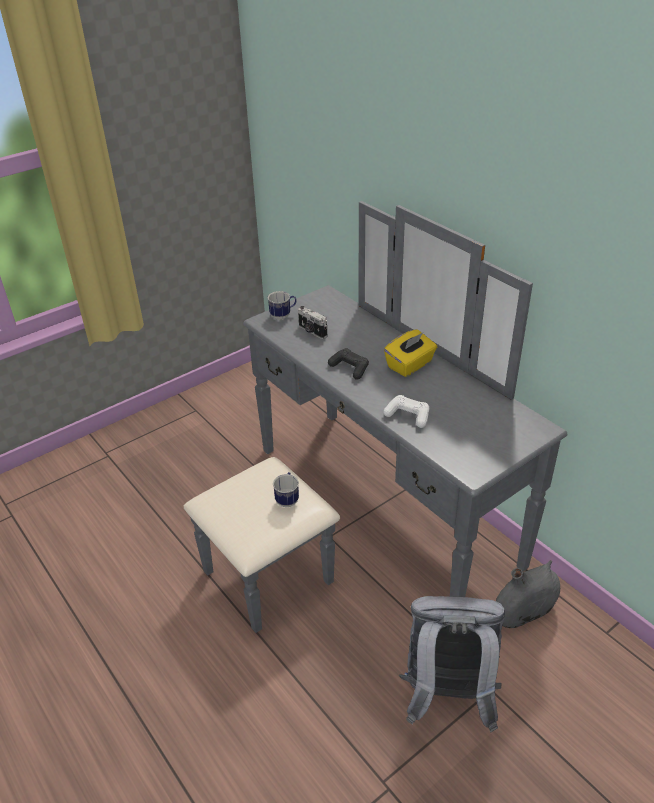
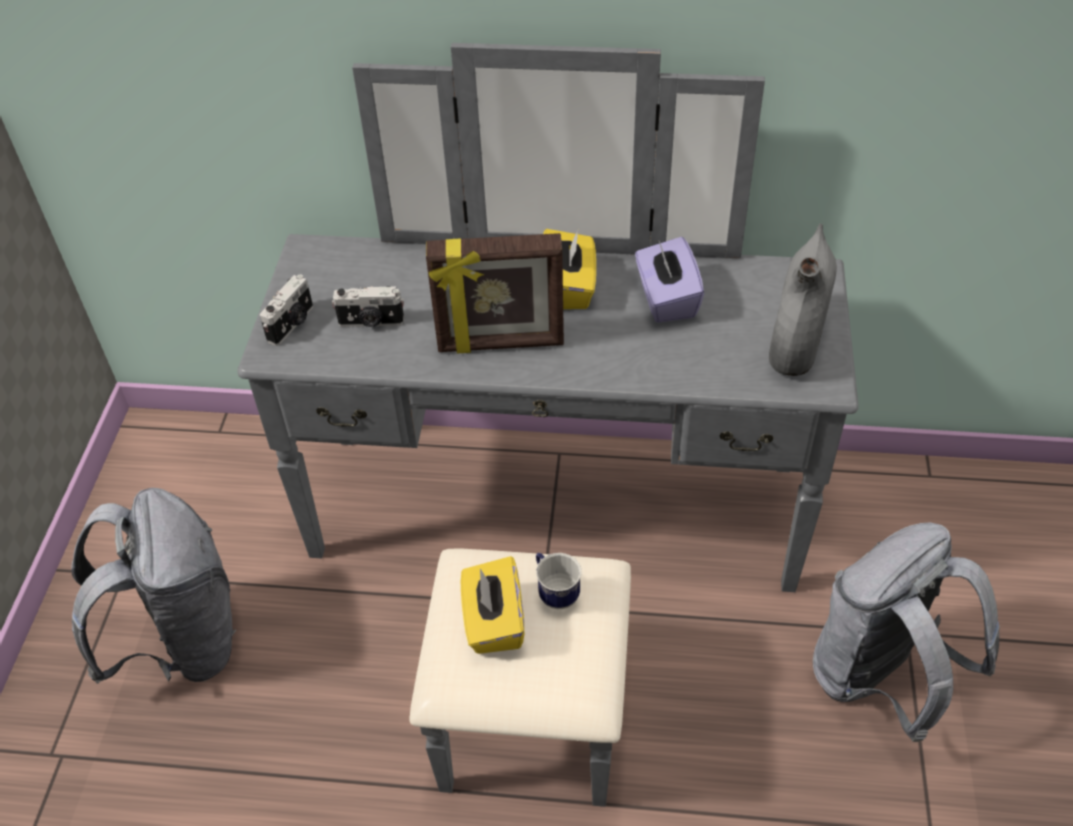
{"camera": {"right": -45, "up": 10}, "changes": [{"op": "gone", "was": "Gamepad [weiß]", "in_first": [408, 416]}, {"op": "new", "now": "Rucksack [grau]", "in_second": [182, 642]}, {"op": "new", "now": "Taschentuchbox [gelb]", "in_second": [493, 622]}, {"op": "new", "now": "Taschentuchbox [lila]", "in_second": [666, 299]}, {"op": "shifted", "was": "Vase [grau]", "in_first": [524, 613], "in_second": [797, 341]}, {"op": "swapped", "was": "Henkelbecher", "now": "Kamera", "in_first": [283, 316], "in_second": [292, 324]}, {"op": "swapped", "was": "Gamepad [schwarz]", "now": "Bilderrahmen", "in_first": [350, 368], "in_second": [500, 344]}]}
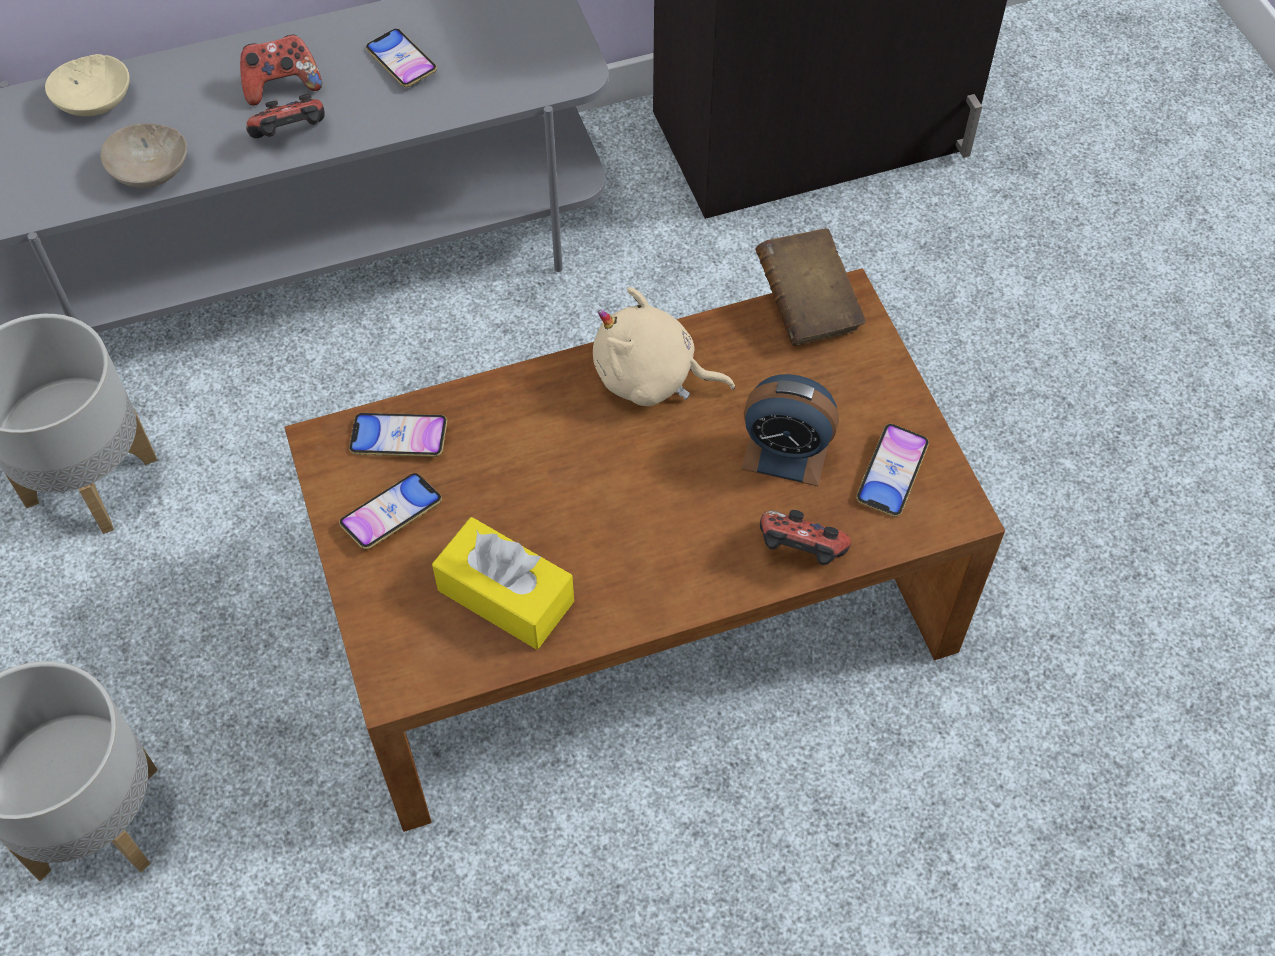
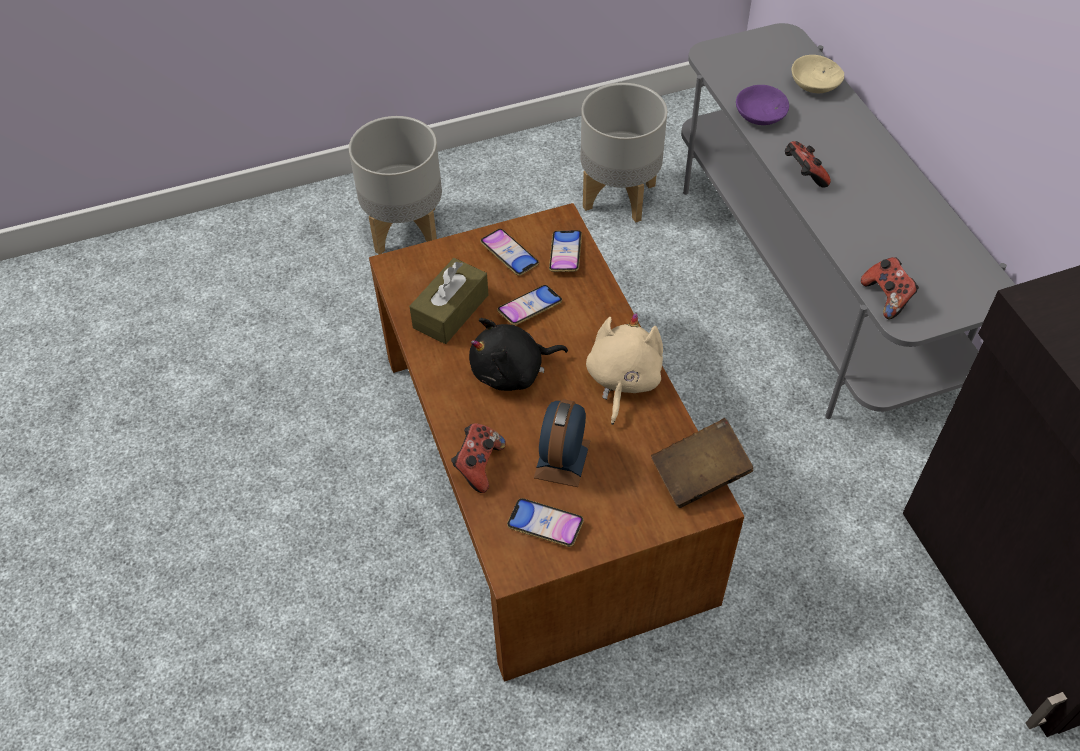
{"camera": {"right": 90, "up": -5}, "changes": [{"op": "new", "now": "Plüschtier [schwarz]", "in_second": [512, 372]}, {"op": "shifted", "was": "Gamepad", "in_first": [282, 86], "in_second": [887, 297]}, {"op": "shifted", "was": "Handy", "in_first": [402, 62], "in_second": [530, 308]}, {"op": "repainted", "was": "Schüssel [beige]", "now": "Schüssel [lila]", "in_first": [148, 172], "in_second": [758, 115]}, {"op": "repainted", "was": "Taschentuchbox [gelb]", "now": "Taschentuchbox [braun]", "in_first": [505, 595], "in_second": [451, 311]}]}
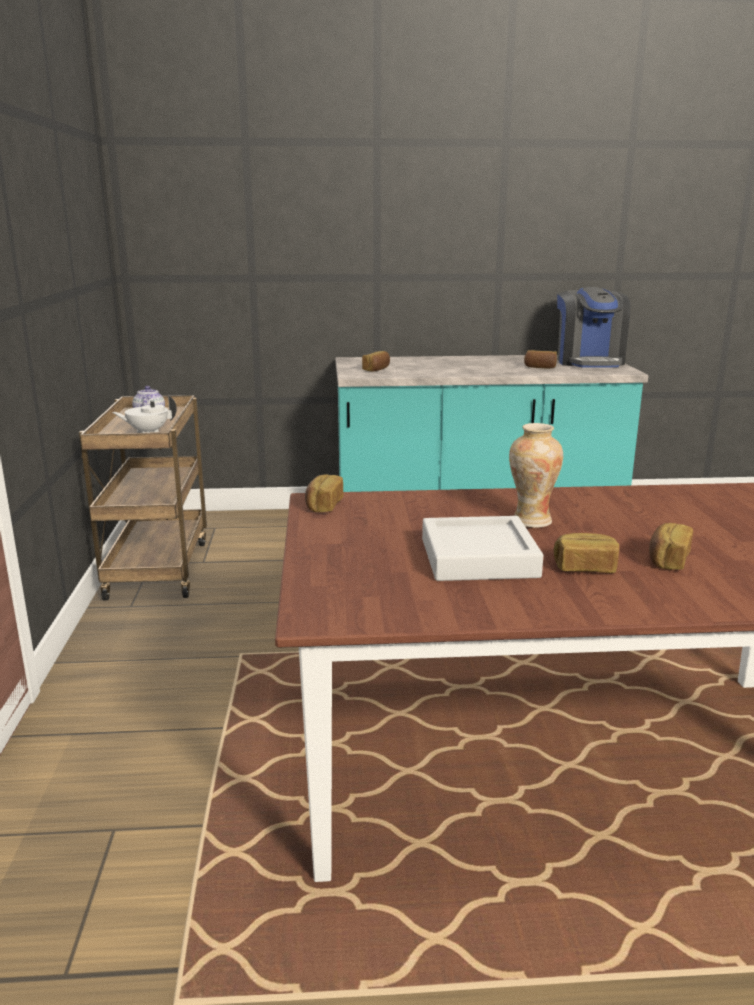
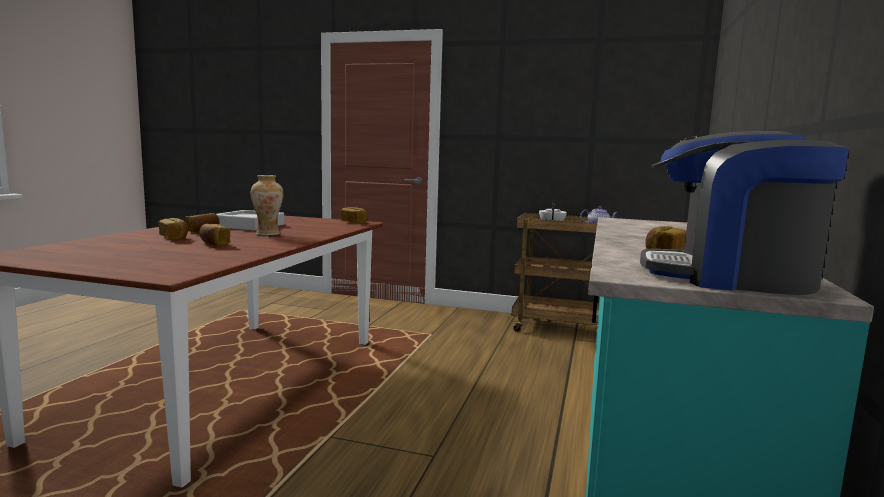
{"camera": {"right": 110, "up": -10}, "changes": [{"op": "shifted", "was": "Brot", "in_first": [377, 369], "in_second": [214, 244]}]}
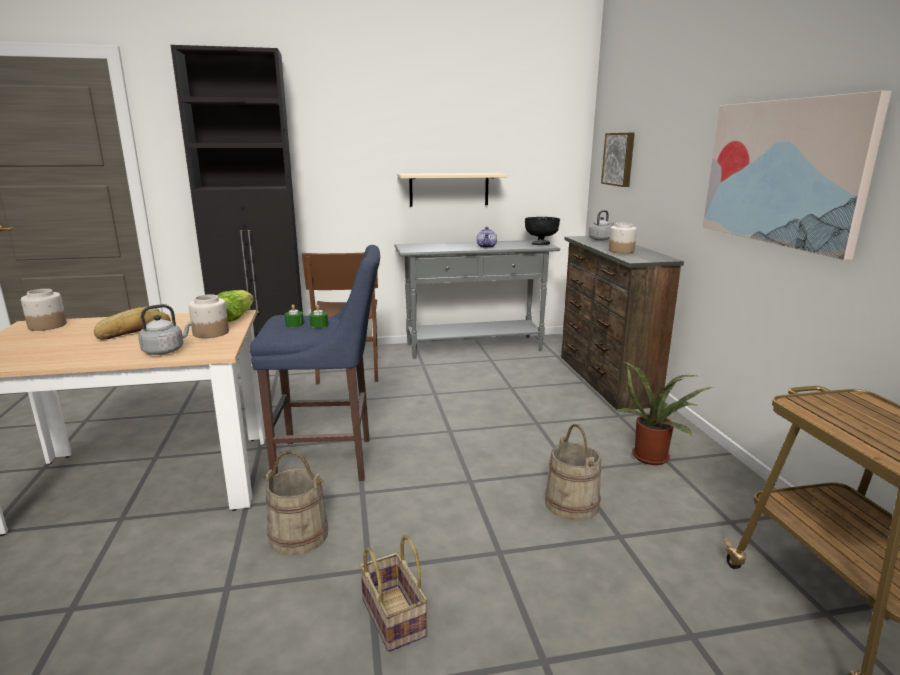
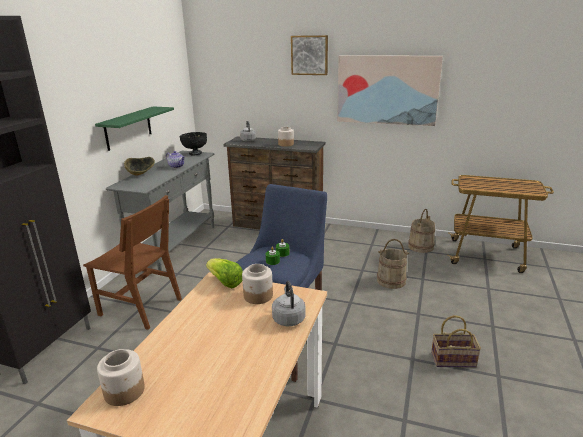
{"camera": {"right": -60, "up": 5}, "changes": [{"op": "gone", "was": "Brot", "in_first": [133, 331]}, {"op": "gone", "was": "Topfpflanze", "in_first": [653, 456]}, {"op": "new", "now": "Schüssel", "in_second": [140, 174]}, {"op": "shifted", "was": "Eimer [beige]", "in_first": [299, 535], "in_second": [420, 246]}, {"op": "shifted", "was": "Bild", "in_first": [619, 159], "in_second": [309, 55]}, {"op": "repainted", "was": "Wandregal [beige]", "now": "Wandregal [grün]", "in_first": [449, 189], "in_second": [128, 128]}]}
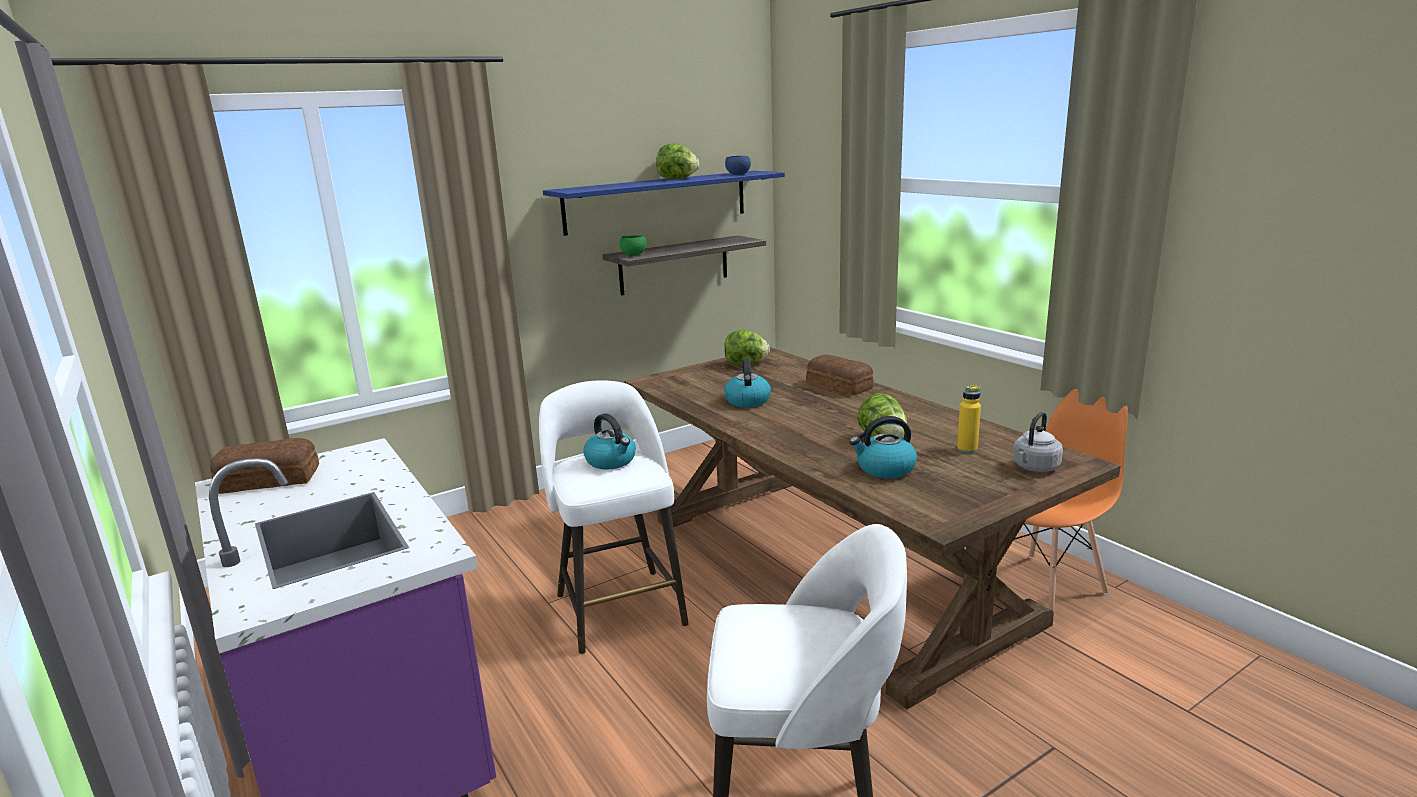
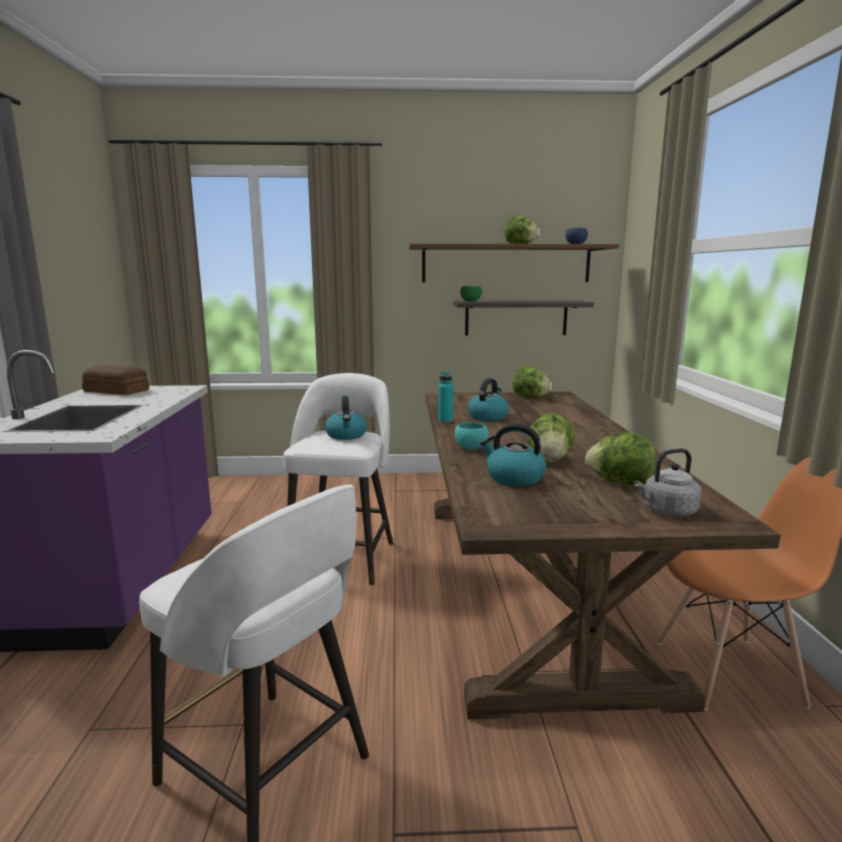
{"camera": {"right": 30, "up": -5}, "changes": [{"op": "gone", "was": "Brot", "in_first": [839, 385]}, {"op": "new", "now": "Flasche [türkis]", "in_second": [445, 420]}, {"op": "new", "now": "Schüssel [türkis]", "in_second": [471, 448]}, {"op": "swapped", "was": "Flasche [gelb]", "now": "Salatkopf", "in_first": [967, 449], "in_second": [619, 482]}, {"op": "repainted", "was": "Wandregal [blau]", "now": "Wandregal [braun]", "in_first": [657, 201], "in_second": [506, 264]}]}
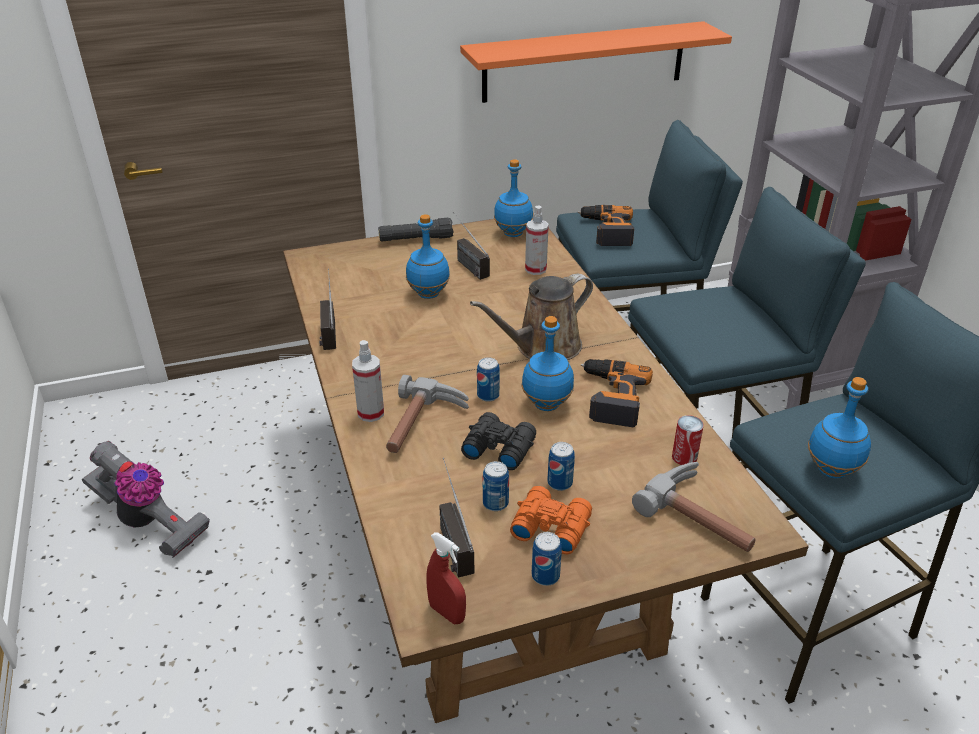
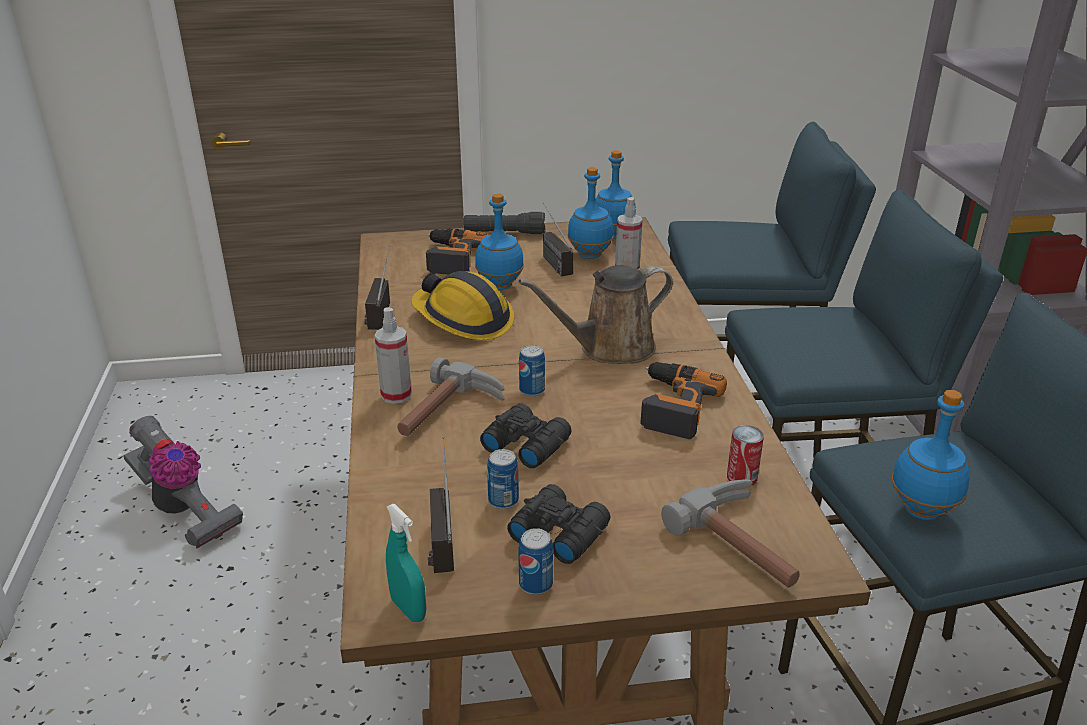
{"camera": {"right": 10, "up": -5}, "changes": [{"op": "gone", "was": "Wandregal [orange]", "in_first": [584, 62]}, {"op": "gone", "was": "Dose", "in_first": [560, 483]}, {"op": "new", "now": "Schutzhelm", "in_second": [463, 320]}, {"op": "shifted", "was": "Flasche [blau]", "in_first": [546, 405], "in_second": [589, 255]}, {"op": "shifted", "was": "Bohrmaschine", "in_first": [606, 230], "in_second": [450, 258]}, {"op": "repainted", "was": "Sprühflasche [rot]", "now": "Sprühflasche [türkis]", "in_first": [447, 613], "in_second": [408, 609]}, {"op": "repainted", "was": "Fernglas [orange]", "now": "Fernglas [schwarz]", "in_first": [550, 526], "in_second": [558, 532]}]}
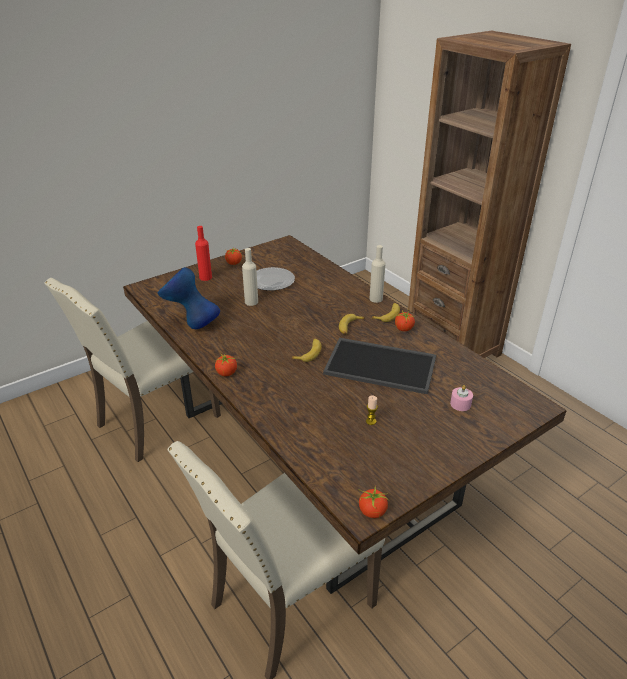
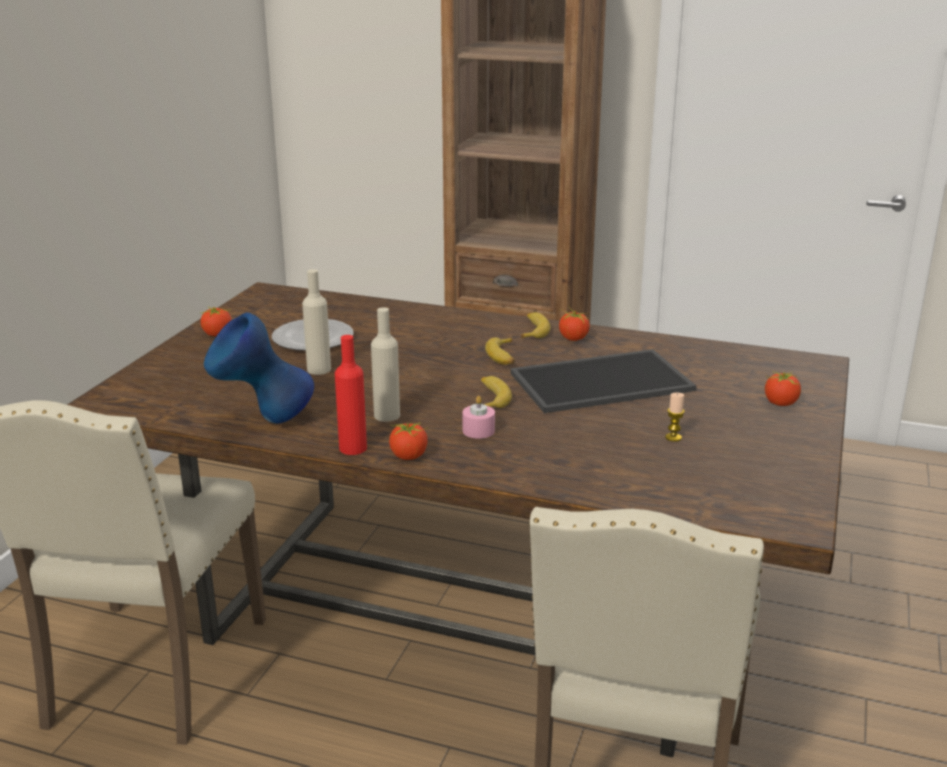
{"camera": {"right": -35, "up": -10}, "changes": [{"op": "shifted", "was": "Flasche [rot]", "in_first": [205, 277], "in_second": [353, 448]}, {"op": "shifted", "was": "Tomate", "in_first": [372, 512], "in_second": [780, 403]}, {"op": "shifted", "was": "Flasche [beige]", "in_first": [376, 299], "in_second": [387, 415]}, {"op": "shifted", "was": "Kerze [rosa]", "in_first": [460, 404], "in_second": [478, 430]}]}
